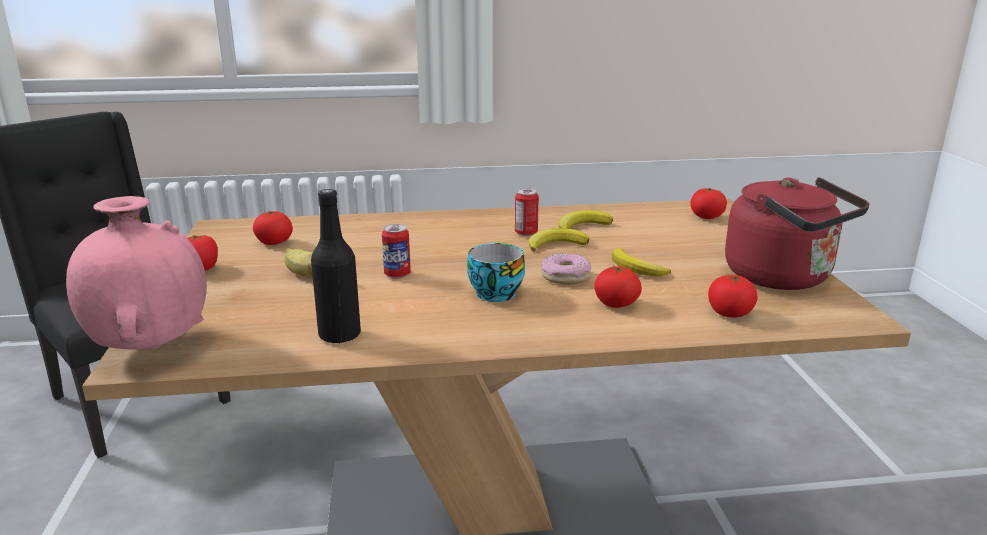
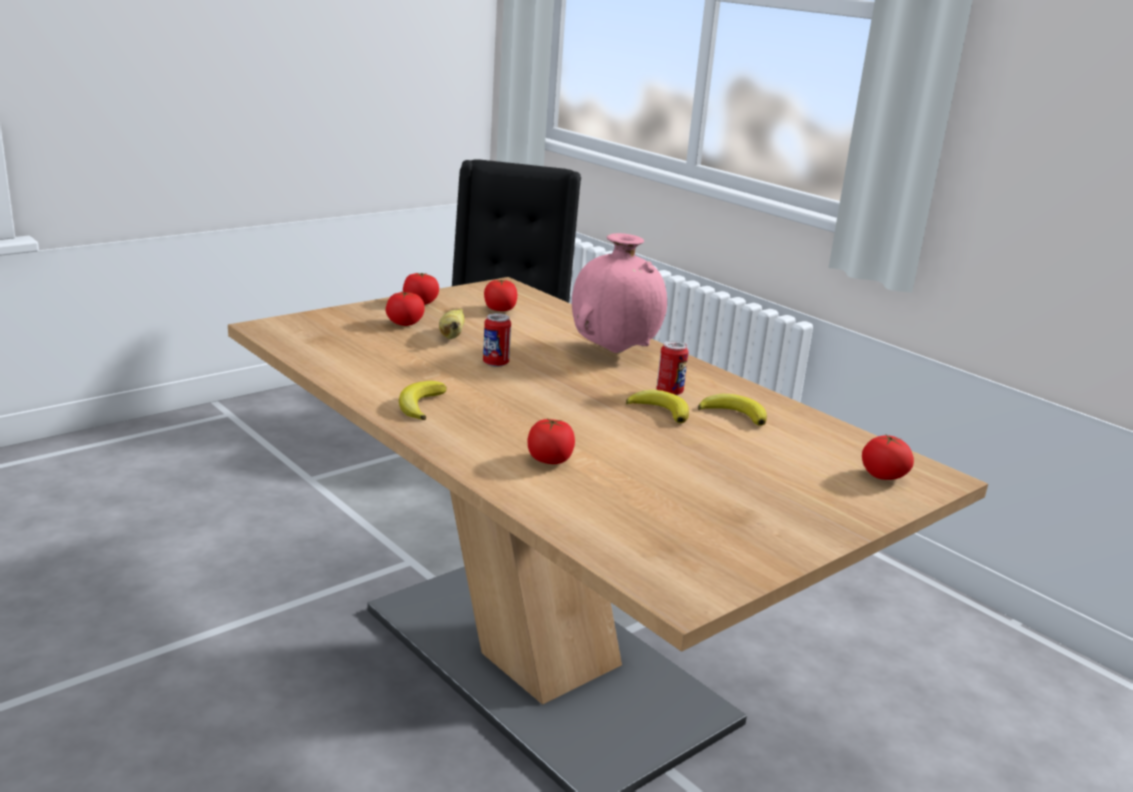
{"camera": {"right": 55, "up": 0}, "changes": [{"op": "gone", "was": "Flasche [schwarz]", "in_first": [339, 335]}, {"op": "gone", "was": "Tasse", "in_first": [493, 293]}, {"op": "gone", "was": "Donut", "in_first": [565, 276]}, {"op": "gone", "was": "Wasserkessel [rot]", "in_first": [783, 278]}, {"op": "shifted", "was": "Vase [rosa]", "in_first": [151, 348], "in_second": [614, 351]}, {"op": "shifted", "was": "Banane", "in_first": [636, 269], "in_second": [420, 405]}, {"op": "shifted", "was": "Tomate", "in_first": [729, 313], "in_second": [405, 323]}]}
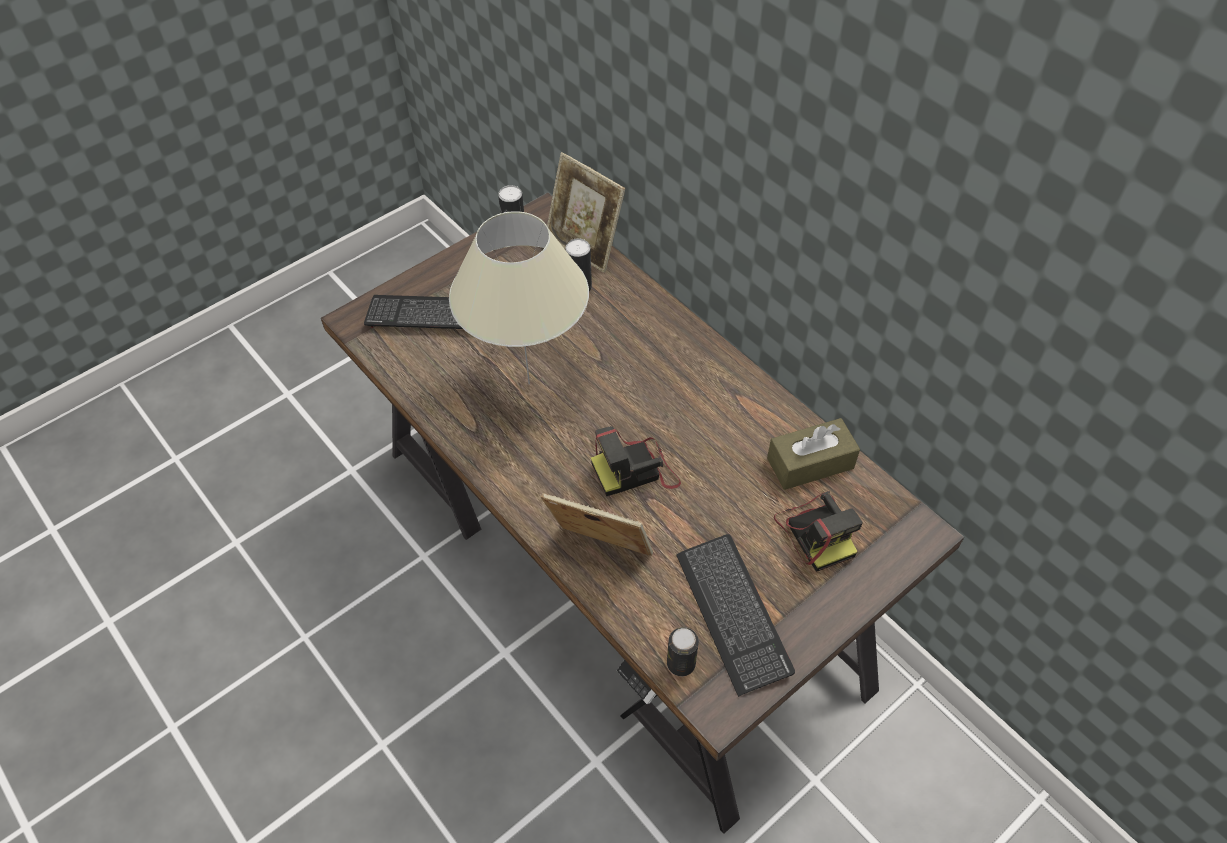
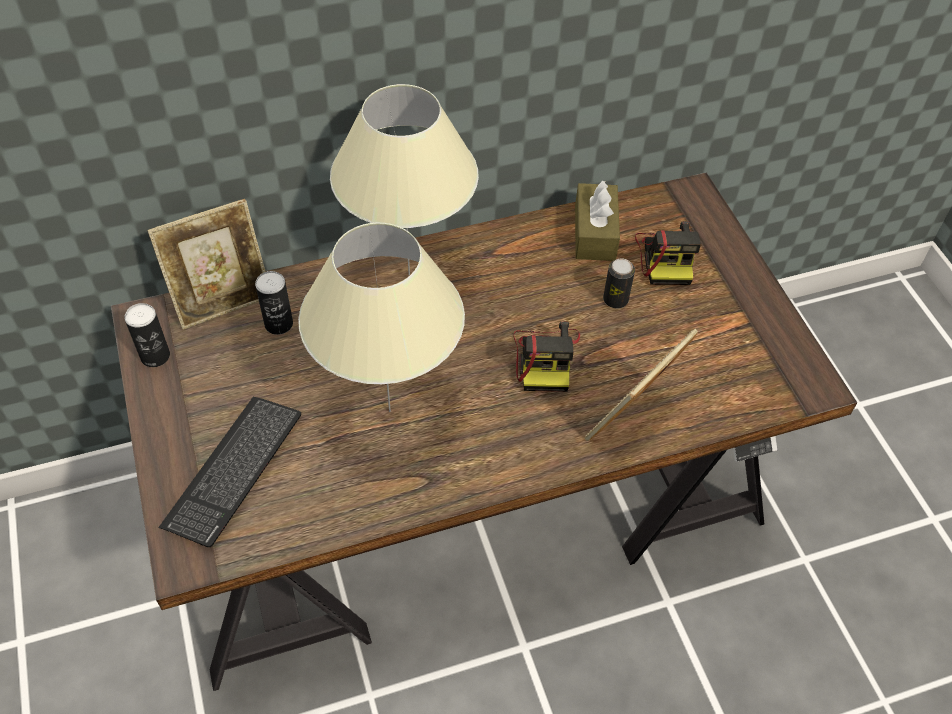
{"camera": {"right": -70, "up": 0}, "changes": [{"op": "gone", "was": "Tastatur", "in_first": [733, 614]}, {"op": "new", "now": "Tischlampe [beige]", "in_second": [408, 275]}, {"op": "shifted", "was": "Dose", "in_first": [681, 663], "in_second": [615, 300]}, {"op": "rotated", "was": "Kamera", "in_first": [816, 531], "in_second": [667, 257], "clockwise": 90}]}
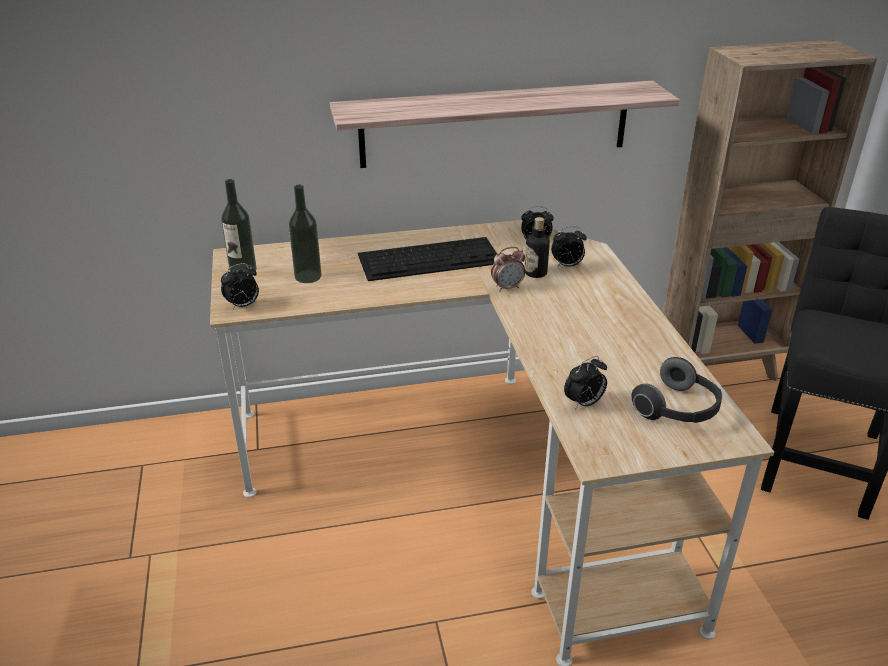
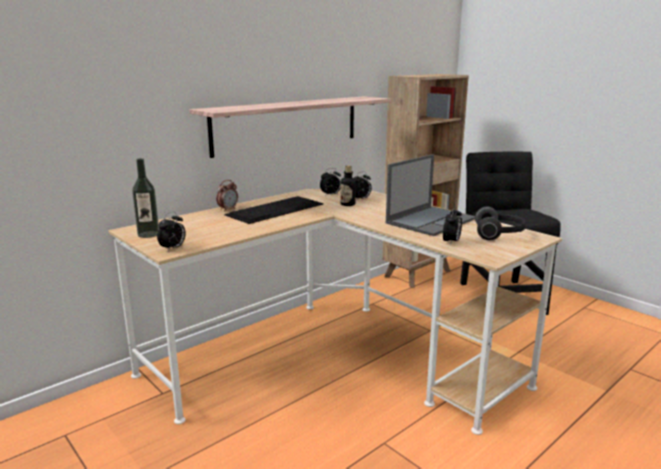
{"camera": {"right": -30, "up": -15}, "changes": [{"op": "gone", "was": "Flasche", "in_first": [308, 276]}, {"op": "new", "now": "Laptop", "in_second": [431, 220]}, {"op": "shifted", "was": "Wecker", "in_first": [507, 287], "in_second": [228, 209]}]}
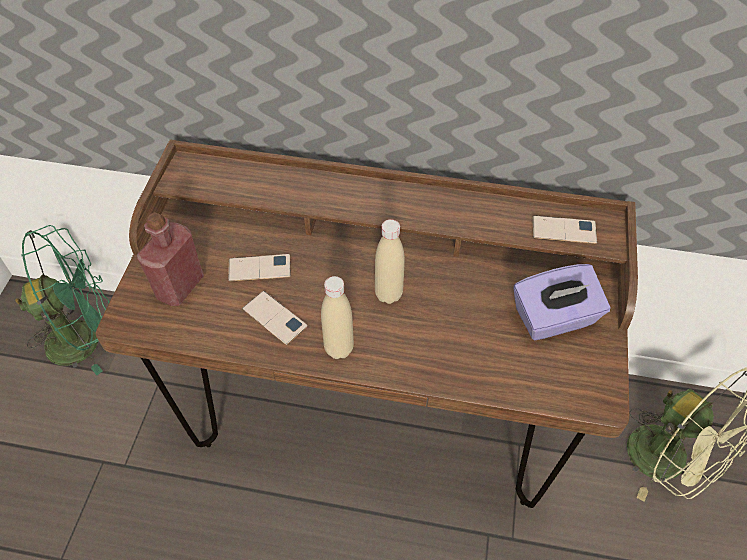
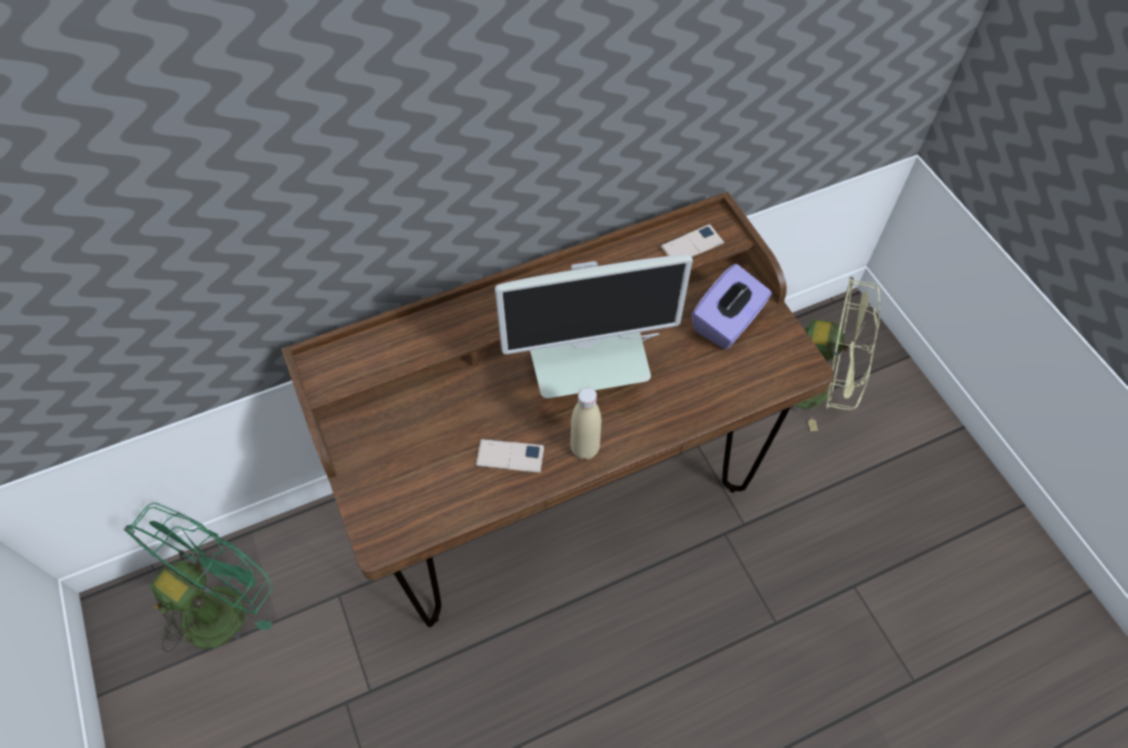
{"camera": {"right": -35, "up": 5}, "changes": [{"op": "gone", "was": "Flasche [rot]", "in_first": [179, 286]}, {"op": "gone", "was": "Handy", "in_first": [259, 268]}, {"op": "swapped", "was": "Flasche [beige]", "now": "Monitor", "in_first": [388, 294], "in_second": [587, 378]}]}
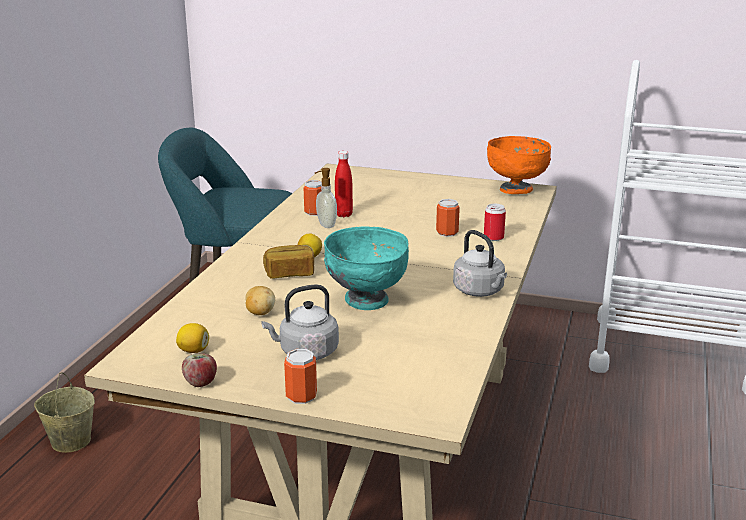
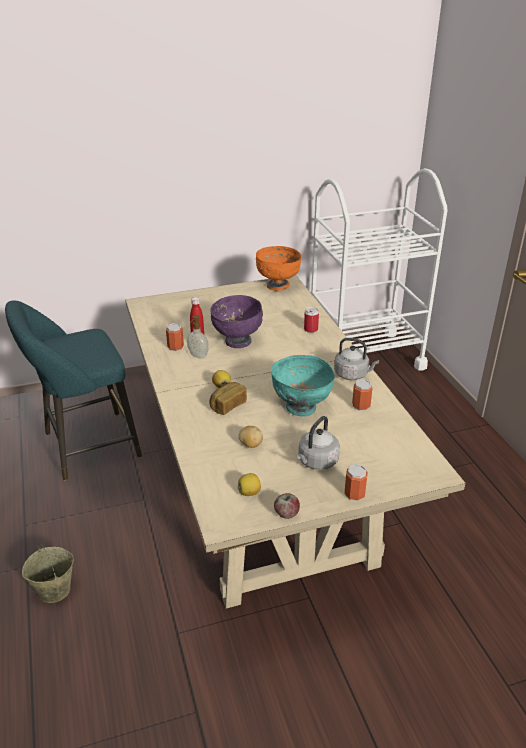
{"camera": {"right": -35, "up": 10}, "changes": [{"op": "new", "now": "Schüssel [lila]", "in_second": [237, 341]}, {"op": "shifted", "was": "Dose", "in_first": [447, 233], "in_second": [361, 406]}]}
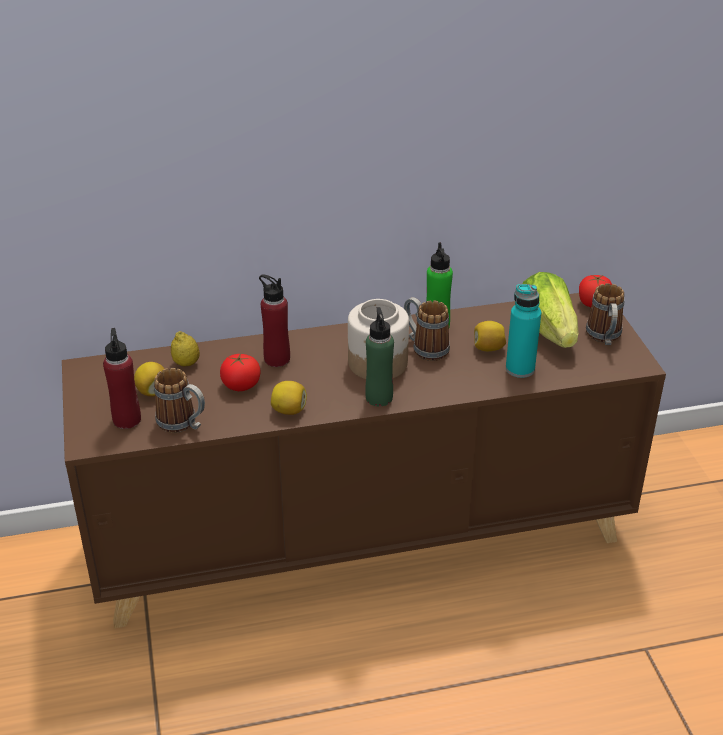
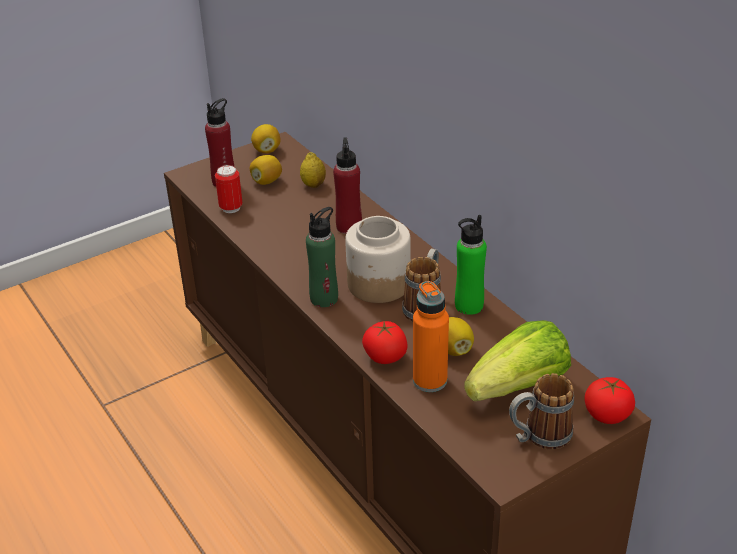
{"camera": {"right": 70, "up": 0}, "changes": [{"op": "shifted", "was": "Tomate", "in_first": [241, 385], "in_second": [385, 357]}, {"op": "shifted", "was": "Zitrone", "in_first": [289, 410], "in_second": [266, 150]}, {"op": "swapped", "was": "Henkelbecher", "now": "Dose", "in_first": [183, 424], "in_second": [231, 208]}, {"op": "repainted", "was": "Flasche [türkis]", "now": "Flasche [orange]", "in_first": [520, 369], "in_second": [430, 380]}]}
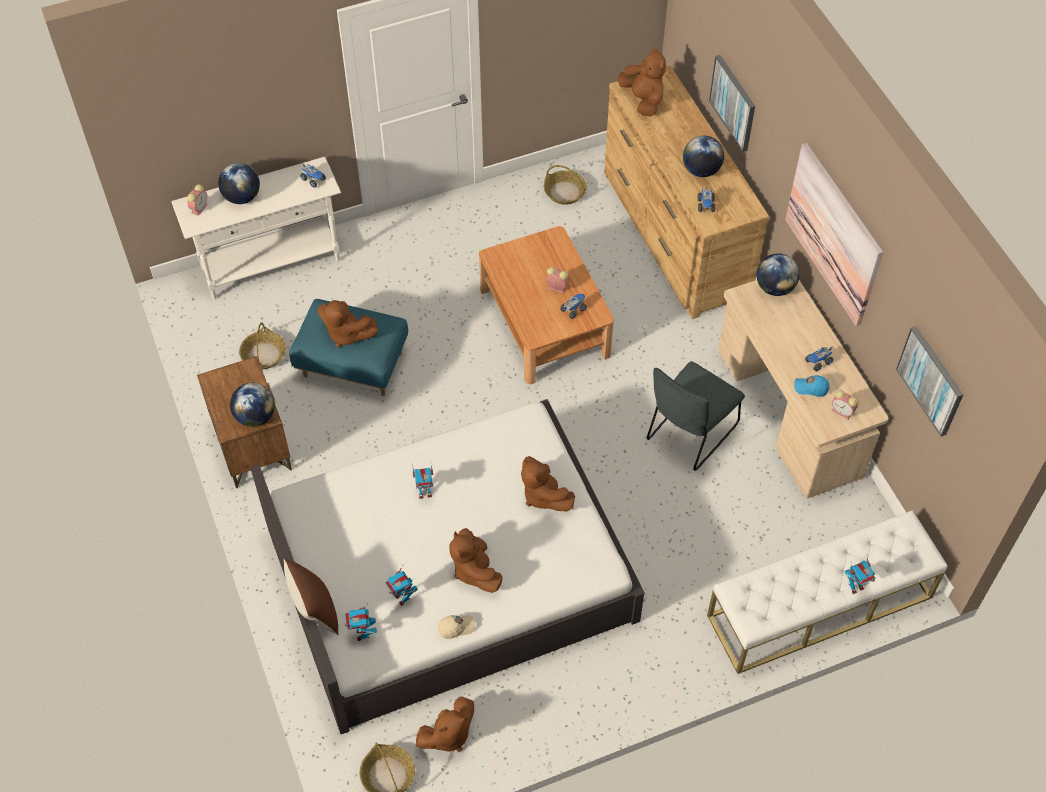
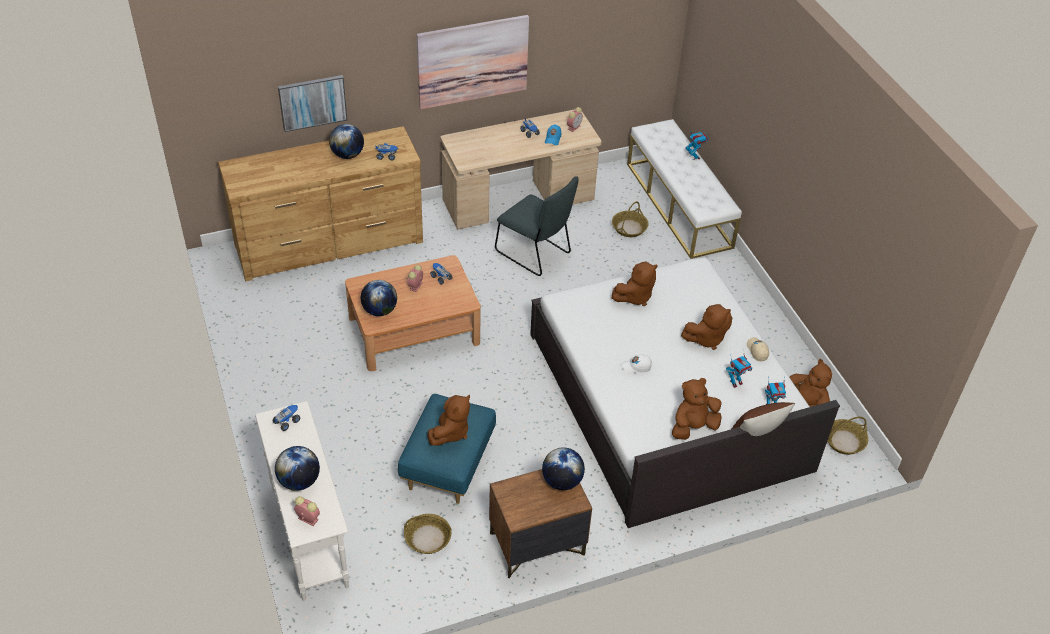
{"camera": {"right": -90, "up": -10}, "changes": [{"op": "gone", "was": "Bild", "in_first": [931, 380]}, {"op": "shifted", "was": "Korb", "in_first": [564, 192], "in_second": [629, 228]}, {"op": "shifted", "was": "Plüschtier [braun]", "in_first": [643, 100], "in_second": [693, 427]}, {"op": "shifted", "was": "Globus", "in_first": [774, 287], "in_second": [379, 310]}, {"op": "swapped", "was": "Spielzeugroboter", "now": "Kappe [weiß]", "in_first": [425, 493], "in_second": [636, 367]}]}
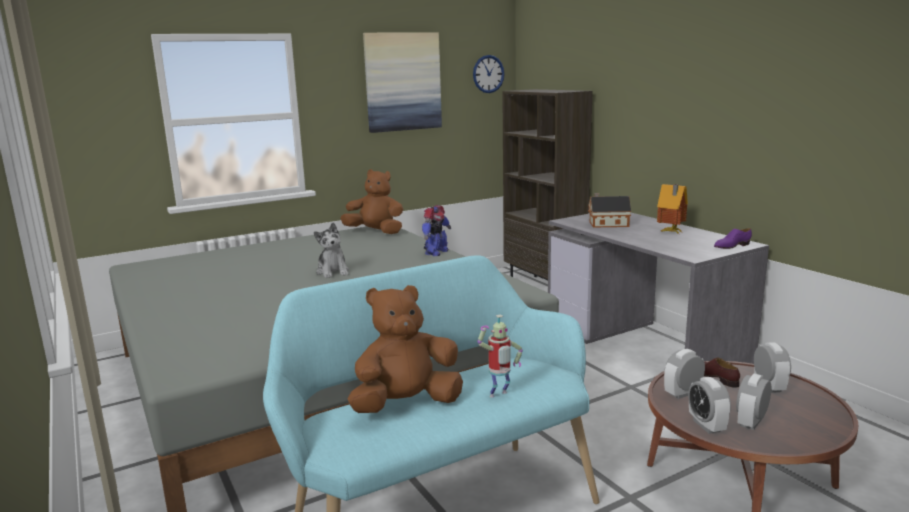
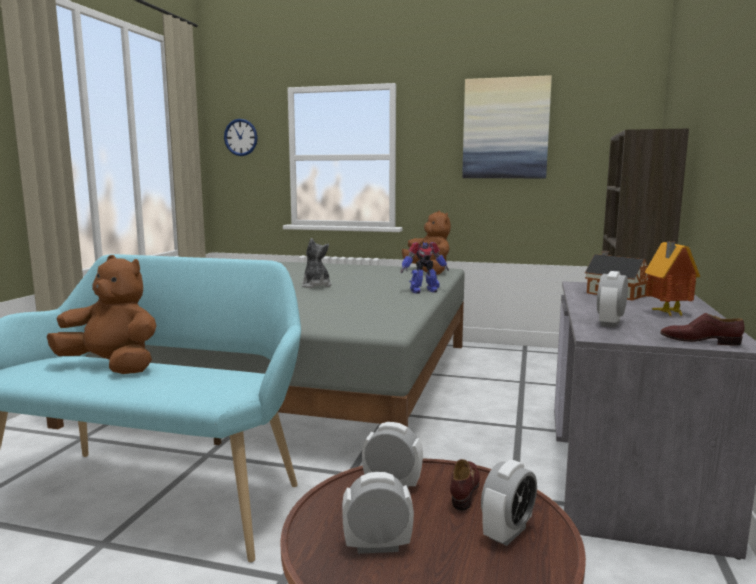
{"camera": {"right": 45, "up": -5}, "changes": [{"op": "gone", "was": "Spielzeugroboter", "in_first": [499, 395]}, {"op": "shifted", "was": "Wanduhr", "in_first": [488, 74], "in_second": [241, 137]}, {"op": "shifted", "was": "Wecker", "in_first": [706, 425], "in_second": [610, 323]}, {"op": "repainted", "was": "Schuh [lila]", "now": "Schuh [braun]", "in_first": [731, 246], "in_second": [700, 341]}, {"op": "rotated", "was": "Plüschtier", "in_first": [333, 272], "in_second": [316, 286], "clockwise": 135}]}
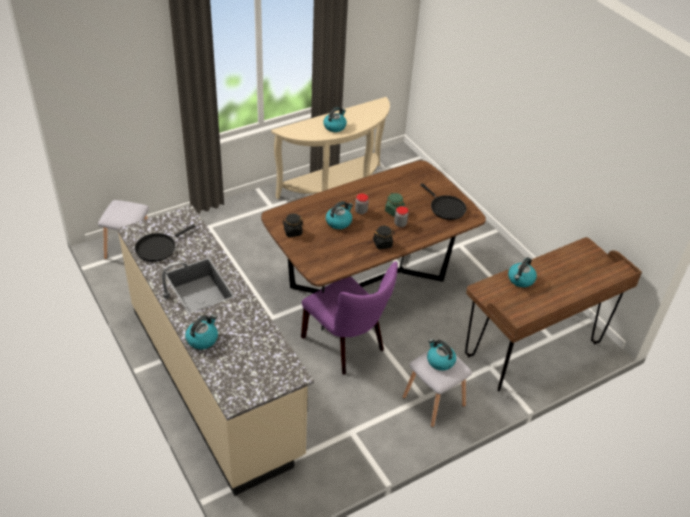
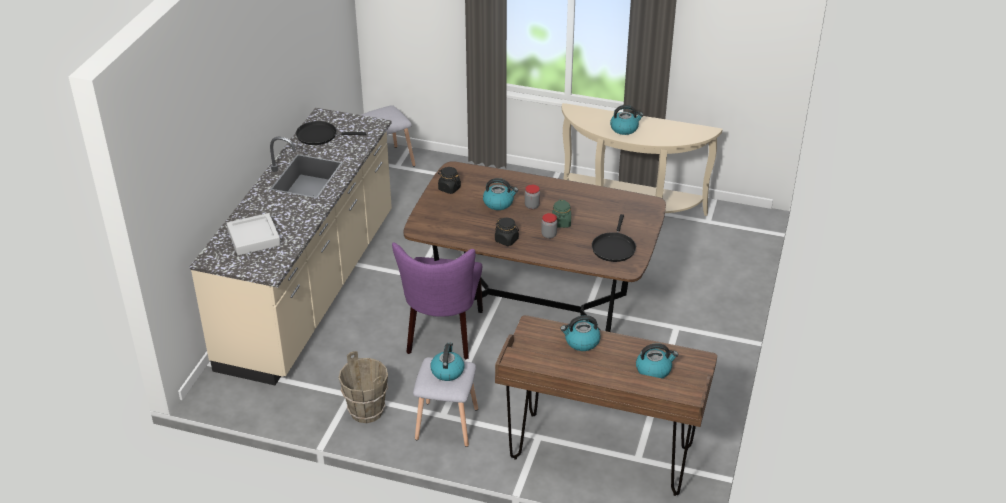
{"camera": {"right": 50, "up": -5}, "changes": [{"op": "new", "now": "Tablett [grau]", "in_second": [254, 238]}, {"op": "new", "now": "Eimer [braun]", "in_second": [366, 411]}, {"op": "shifted", "was": "Wasserkessel", "in_first": [202, 339], "in_second": [654, 370]}]}
